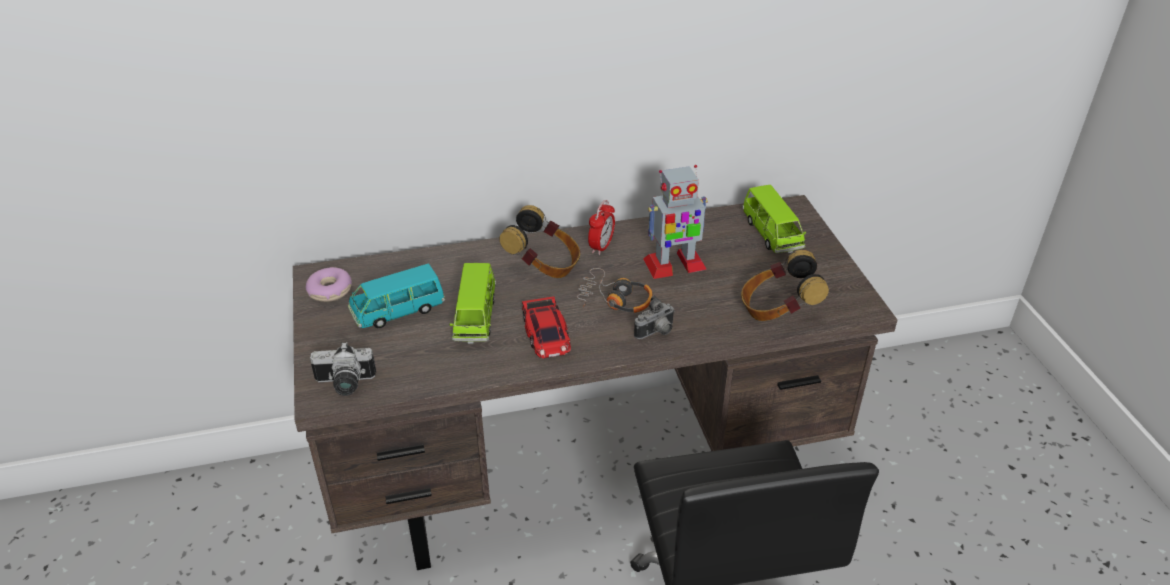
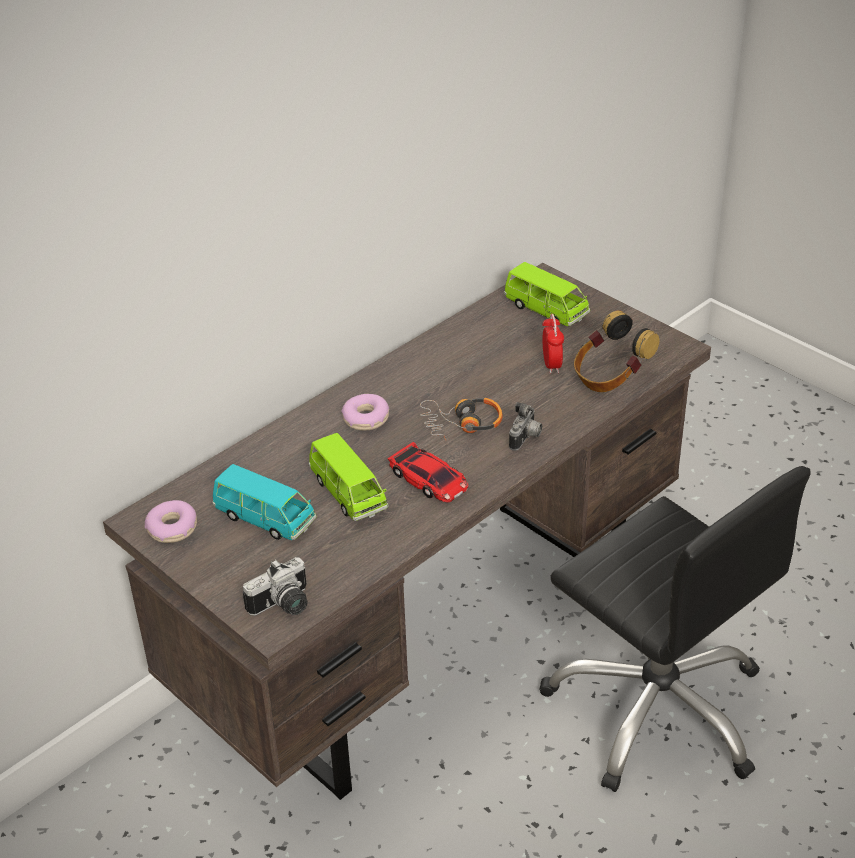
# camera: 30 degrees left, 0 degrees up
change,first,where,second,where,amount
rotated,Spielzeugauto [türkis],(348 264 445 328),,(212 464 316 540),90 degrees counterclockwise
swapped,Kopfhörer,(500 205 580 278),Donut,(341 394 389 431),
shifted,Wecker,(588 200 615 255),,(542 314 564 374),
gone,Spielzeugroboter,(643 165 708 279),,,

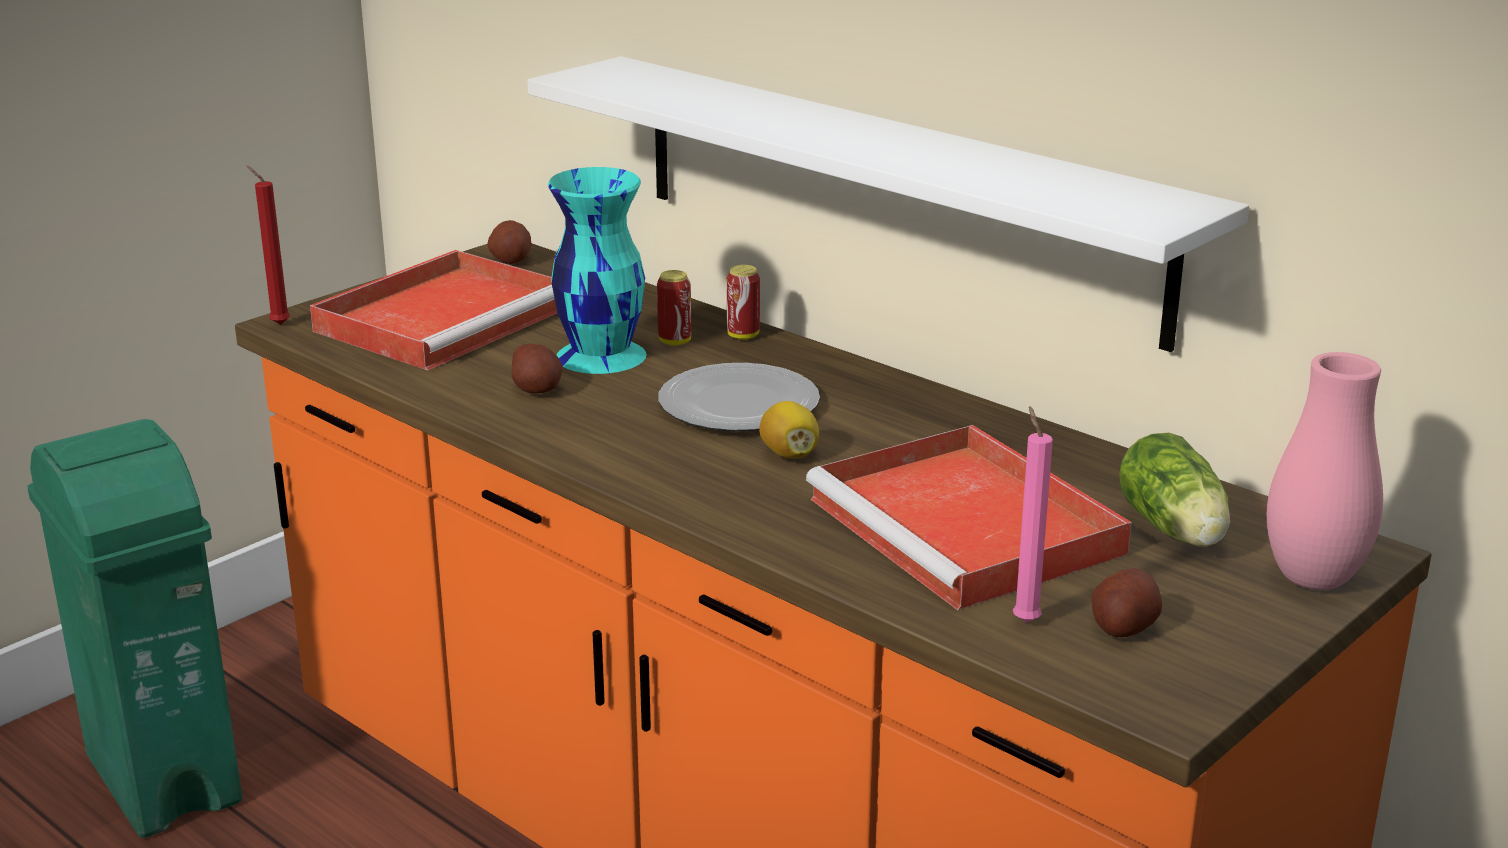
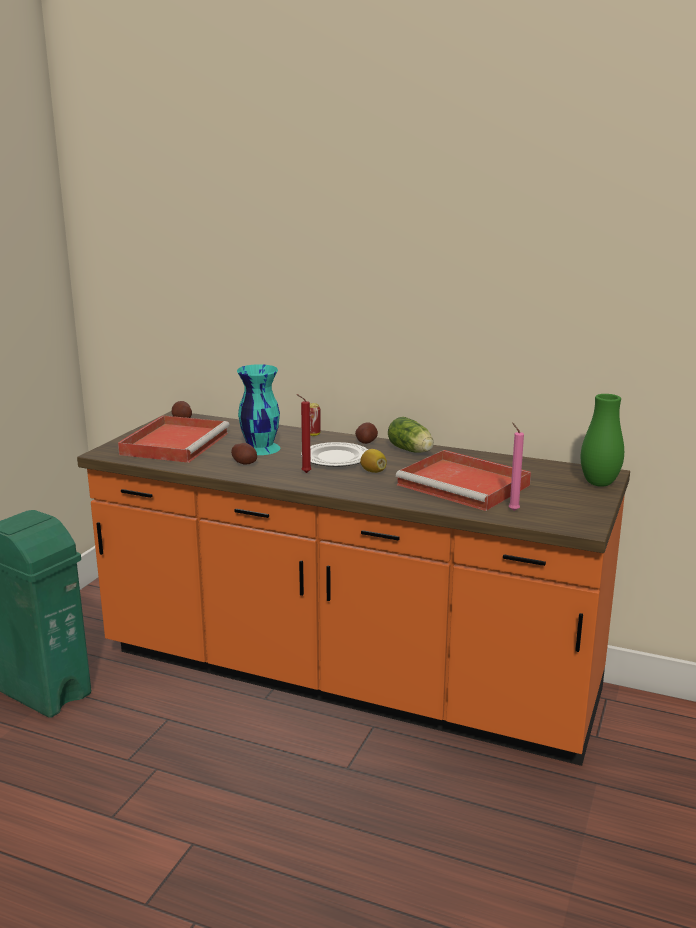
# camera: 20 degrees left, 5 degrees down
change,first,where,second,where,amount
shifted,Kerze [rot],(246 165 290 325),,(296 394 311 473),
gone,Wandregal [weiß],(527 56 1249 352),,,
gone,Dose,(657 270 691 345),,,
shifted,Kartoffel,(1092 568 1162 637),,(355 422 378 444),
shifted,Salatkopf,(1119 432 1230 547),,(388 417 434 453),
repainted,Vase [rosa],(1267 352 1383 590),Vase [grün],(581 394 624 487),

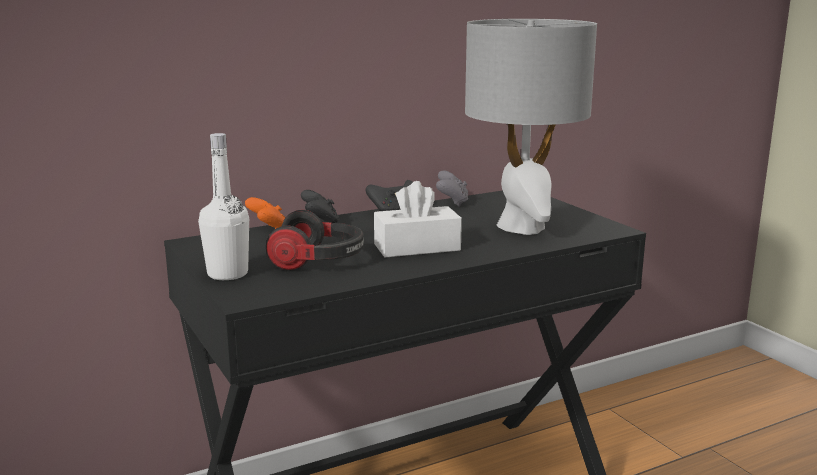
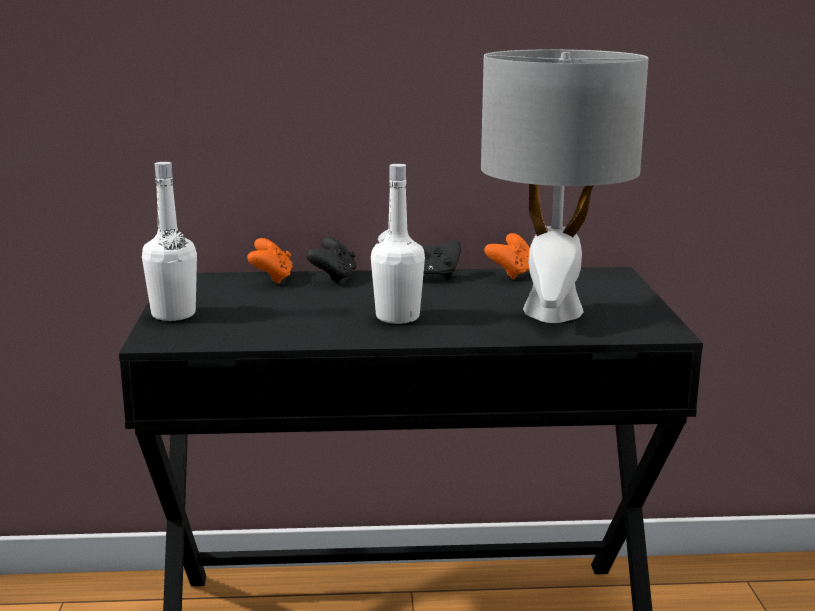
# camera: 25 degrees right, 0 degrees up
change,first,where,second,where,amount
gone,Kopfhörer,(266 210 364 271),,,
swapped,Taschentuchbox [weiß],(374 181 462 257),Flasche [weiß],(371 164 425 324),
repainted,Gamepad [grau],(436 170 468 207),Gamepad [orange],(484 233 530 279),

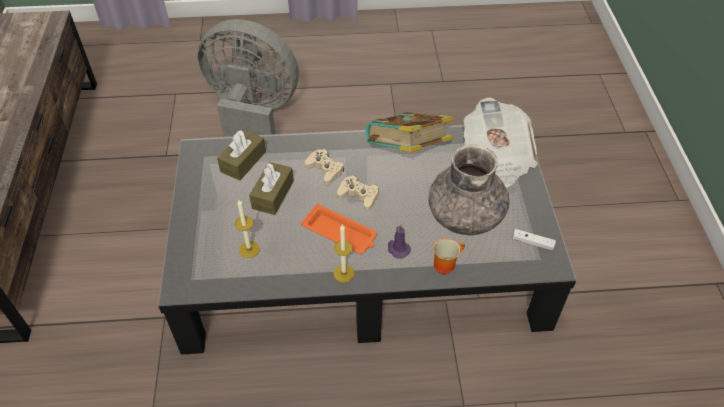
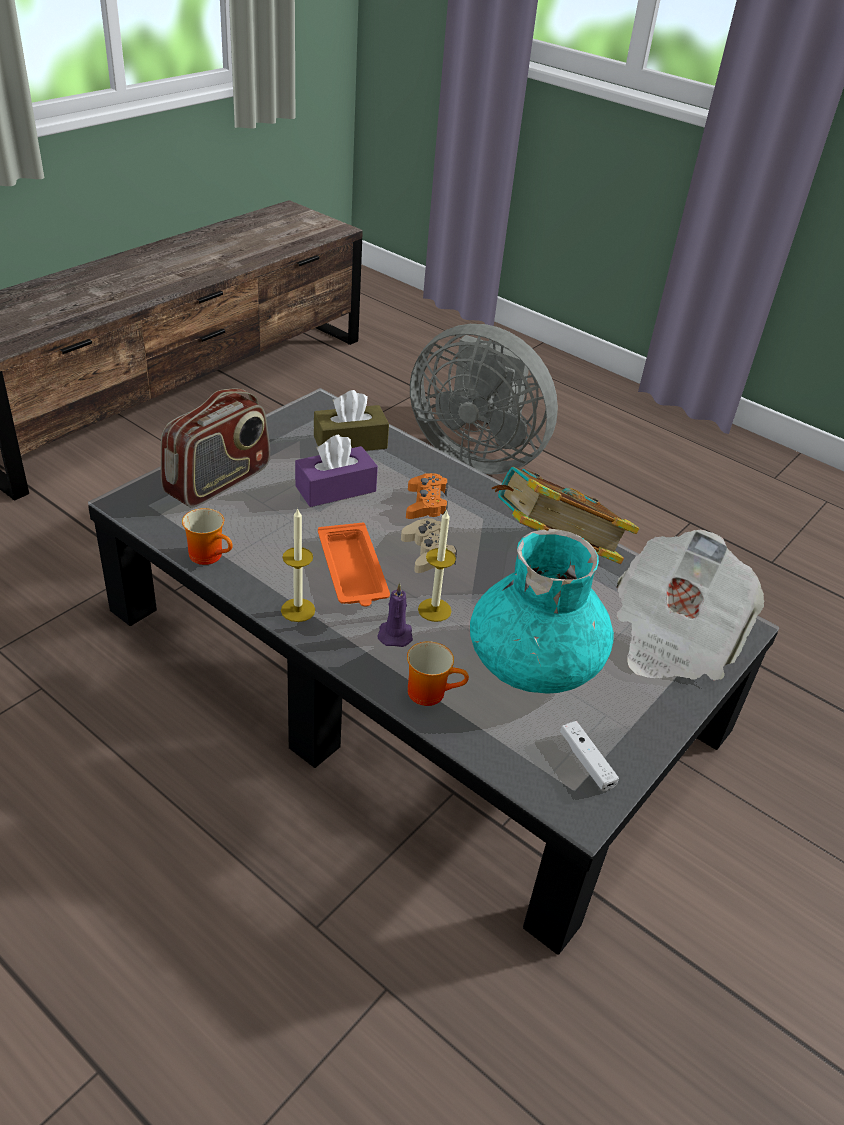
# camera: 40 degrees right, 10 degrees down
change,first,where,second,where,amount
rotated,Ventilator [grau],(198 19 299 137),,(410 324 558 474),150 degrees clockwise
shifted,Kerze,(235 200 260 258),,(418 509 456 622),
repainted,Taschentuchbox [braun],(249 162 294 215),Taschentuchbox [lila],(295 434 378 507),
repainted,Gamepad [beige],(305 149 344 185),Gamepad [orange],(406 473 448 519),
repainted,Vase [grau],(428 144 509 235),Vase [türkis],(470 528 614 694),
new,,,Radio,(161 389 270 508),
new,,,Henkelbecher,(182 508 233 565),

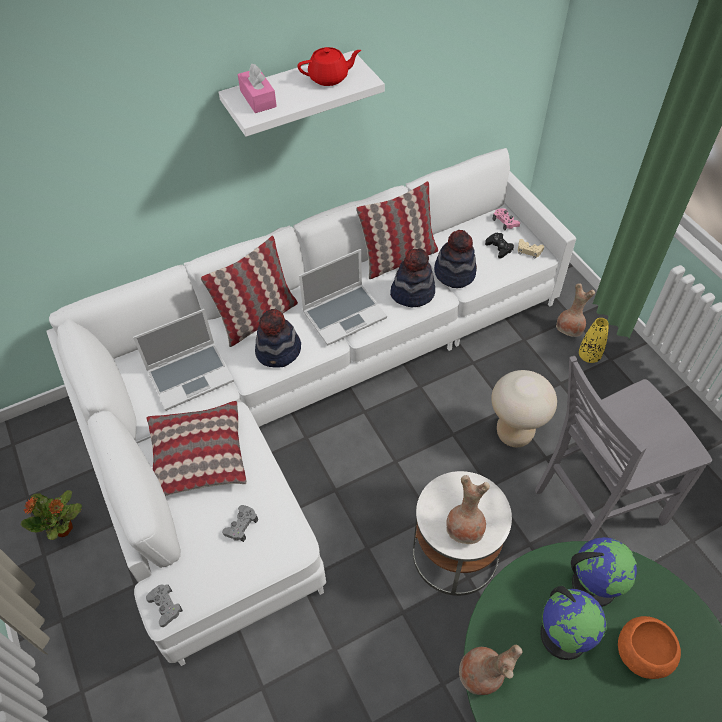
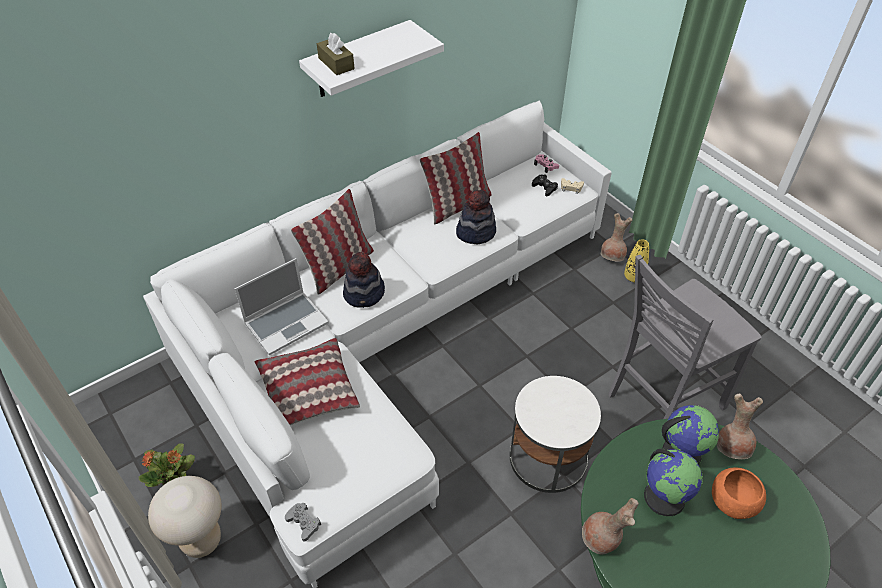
# camera: 10 degrees left, 5 degrees down
change,first,where,second,where,amount
gone,Gamepad [grau],(222 505 258 542),,,
repainted,Taschentuchbox [rosa],(237 64 277 113),Taschentuchbox [braun],(317 33 355 75),
gone,Teekanne [rot],(298 47 361 86),,,
gone,Laptop,(299 249 387 346),,,
gone,Hut,(434 230 477 288),,,
shifted,Vase [braun],(446 475 490 544),,(717 394 763 459),
shifted,Hocker [beige],(492 370 557 447),,(148 476 222 558),

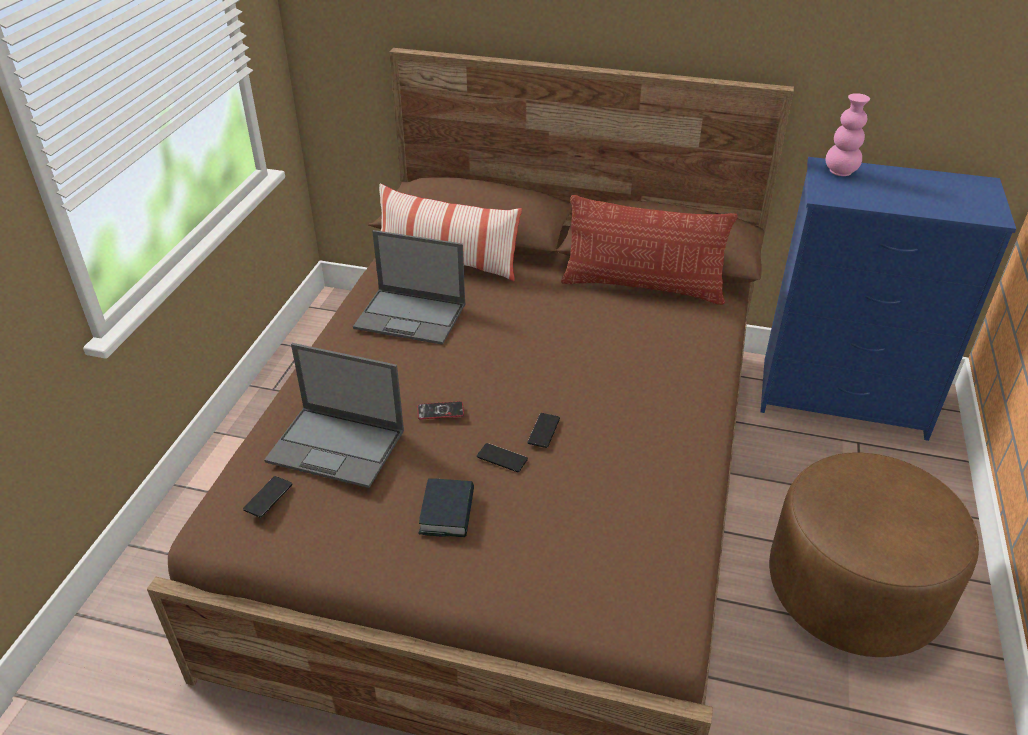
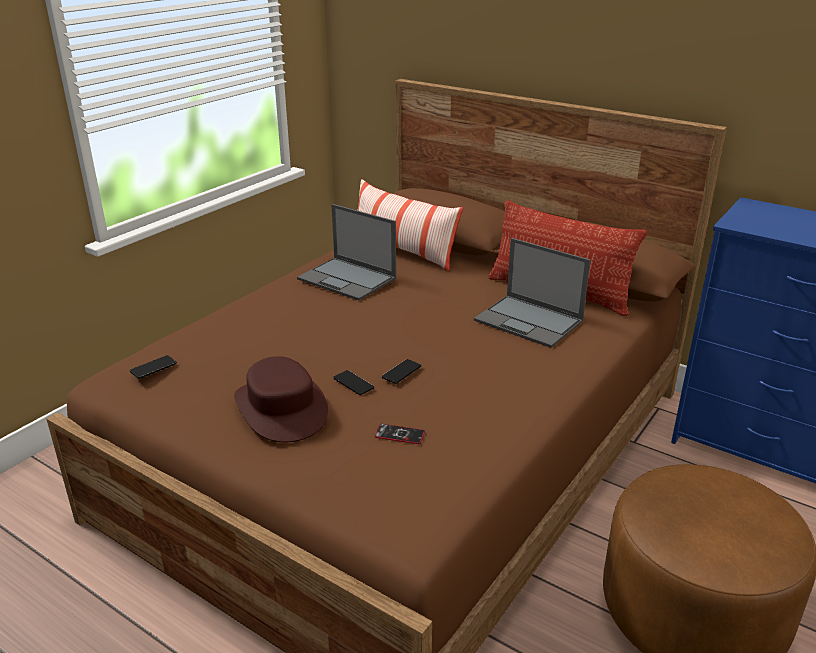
# camera: 20 degrees right, 10 degrees down
change,first,where,second,where,amount
shifted,Laptop,(264 343 404 488),,(474 238 591 348),
shifted,Handy,(417 401 464 419),,(375 424 425 444),
swapped,Buch,(419 478 474 537),Hut [braun],(234 356 328 442),
gone,Vase [rosa],(826 93 870 176),,,

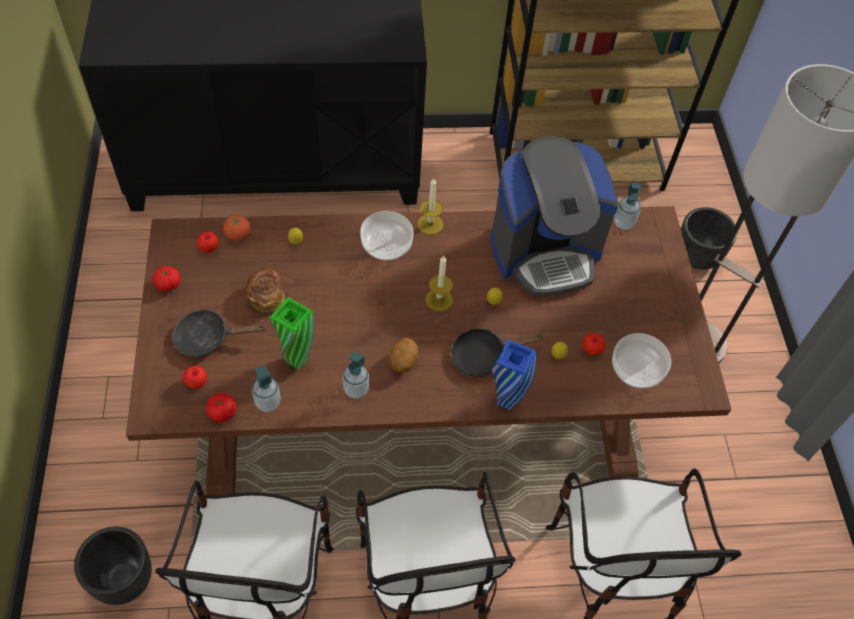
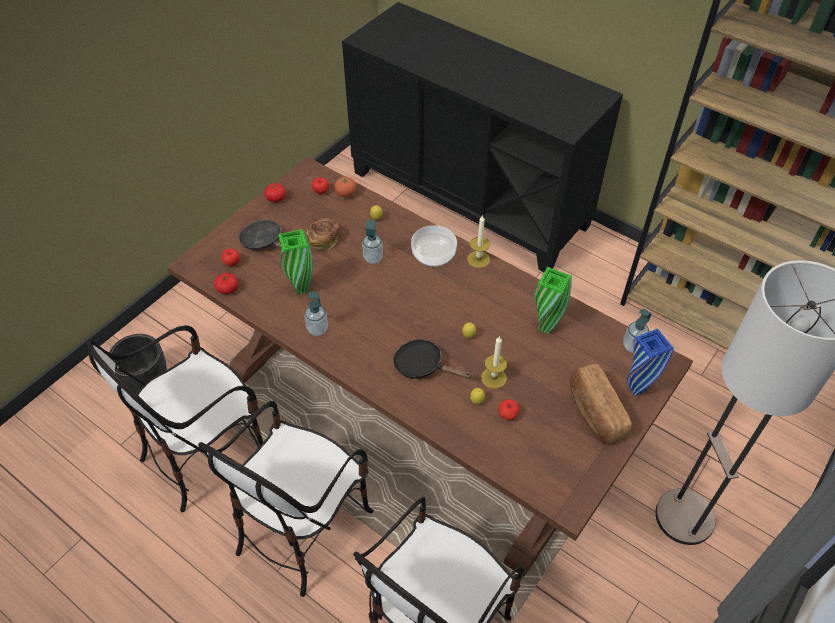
# camera: 45 degrees right, 5 degrees down
change,first,where,second,where,amount
shifted,Seifenspender,(252 365 281 412),,(362 220 383 264),
gone,Kartoffel,(390 337 419 373),,,
shifted,Kerze,(426 256 453 311),,(481 336 507 389),
swapped,Kaffeemaschine,(490 136 619 296),Vase [grün],(534 267 572 334),
shifted,Vase [blau],(491 340 537 410),,(627 328 674 396),
gone,Schüssel,(612 333 671 389),,,
gone,Pflanzkübel [schwarz],(681 207 737 270),,,
new,,,Brot,(570 364 632 444),

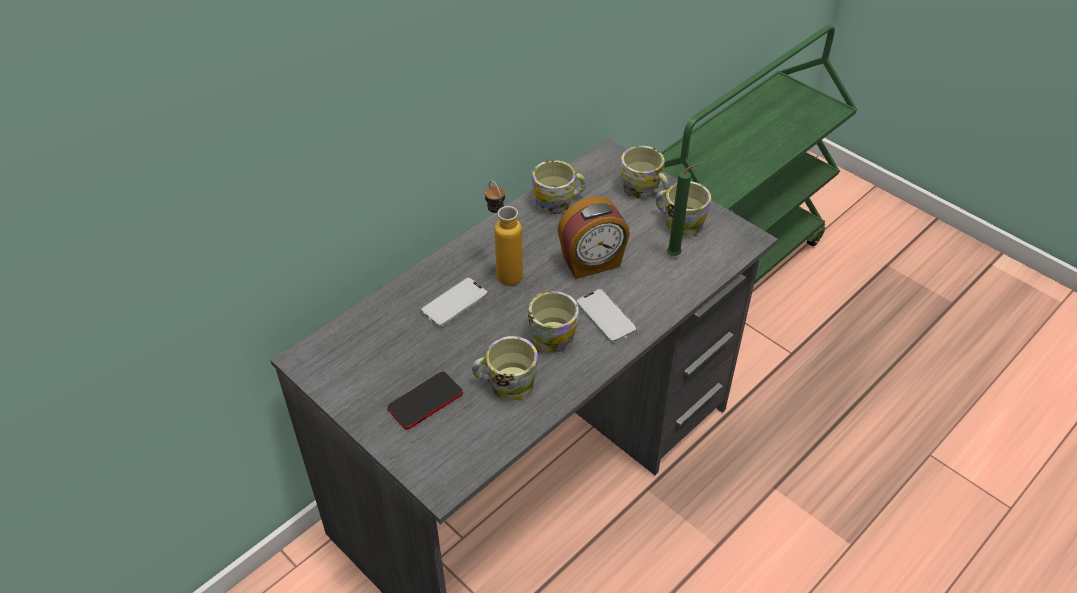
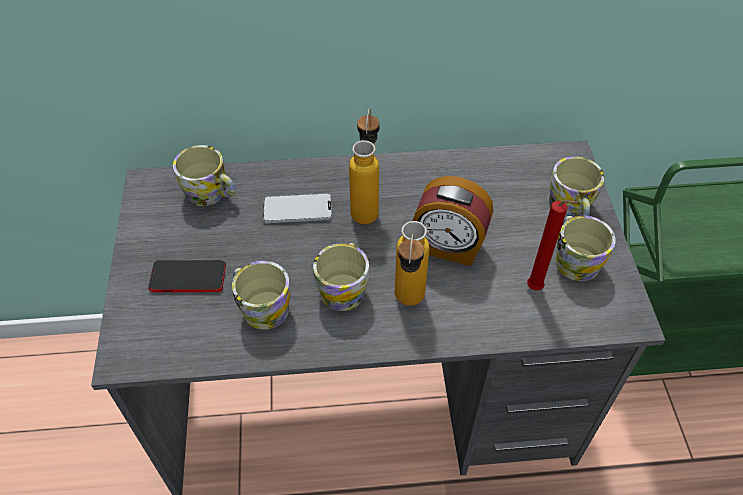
# camera: 40 degrees right, 5 degrees up
change,first,where,second,where,amount
shifted,Henkelbecher,(532 160 586 214),,(173 145 236 206),
swapped,Handy,(576 289 638 343),Flasche,(395 221 430 306),
repainted,Kerze [grün],(667 164 699 256),Kerze [rot],(527 200 578 291),

